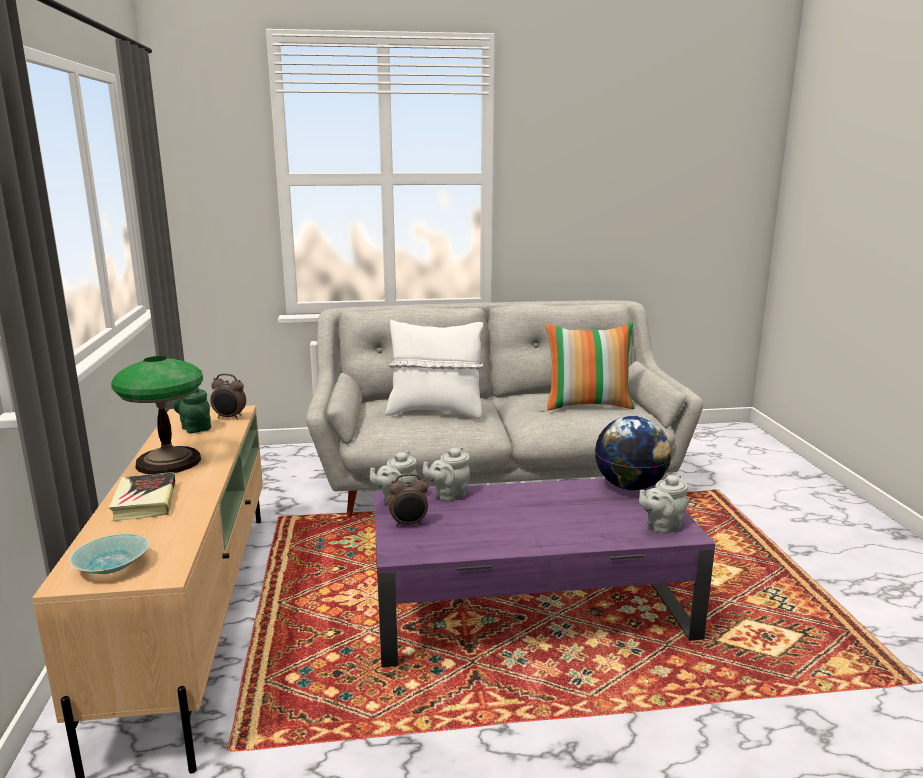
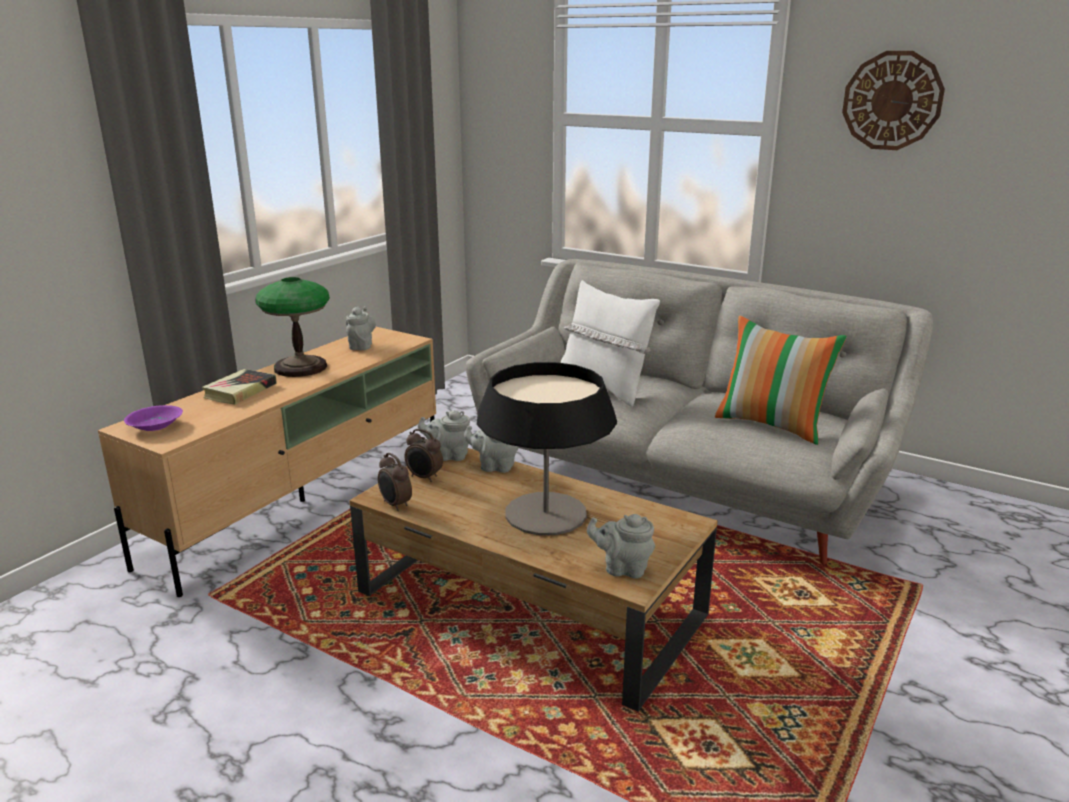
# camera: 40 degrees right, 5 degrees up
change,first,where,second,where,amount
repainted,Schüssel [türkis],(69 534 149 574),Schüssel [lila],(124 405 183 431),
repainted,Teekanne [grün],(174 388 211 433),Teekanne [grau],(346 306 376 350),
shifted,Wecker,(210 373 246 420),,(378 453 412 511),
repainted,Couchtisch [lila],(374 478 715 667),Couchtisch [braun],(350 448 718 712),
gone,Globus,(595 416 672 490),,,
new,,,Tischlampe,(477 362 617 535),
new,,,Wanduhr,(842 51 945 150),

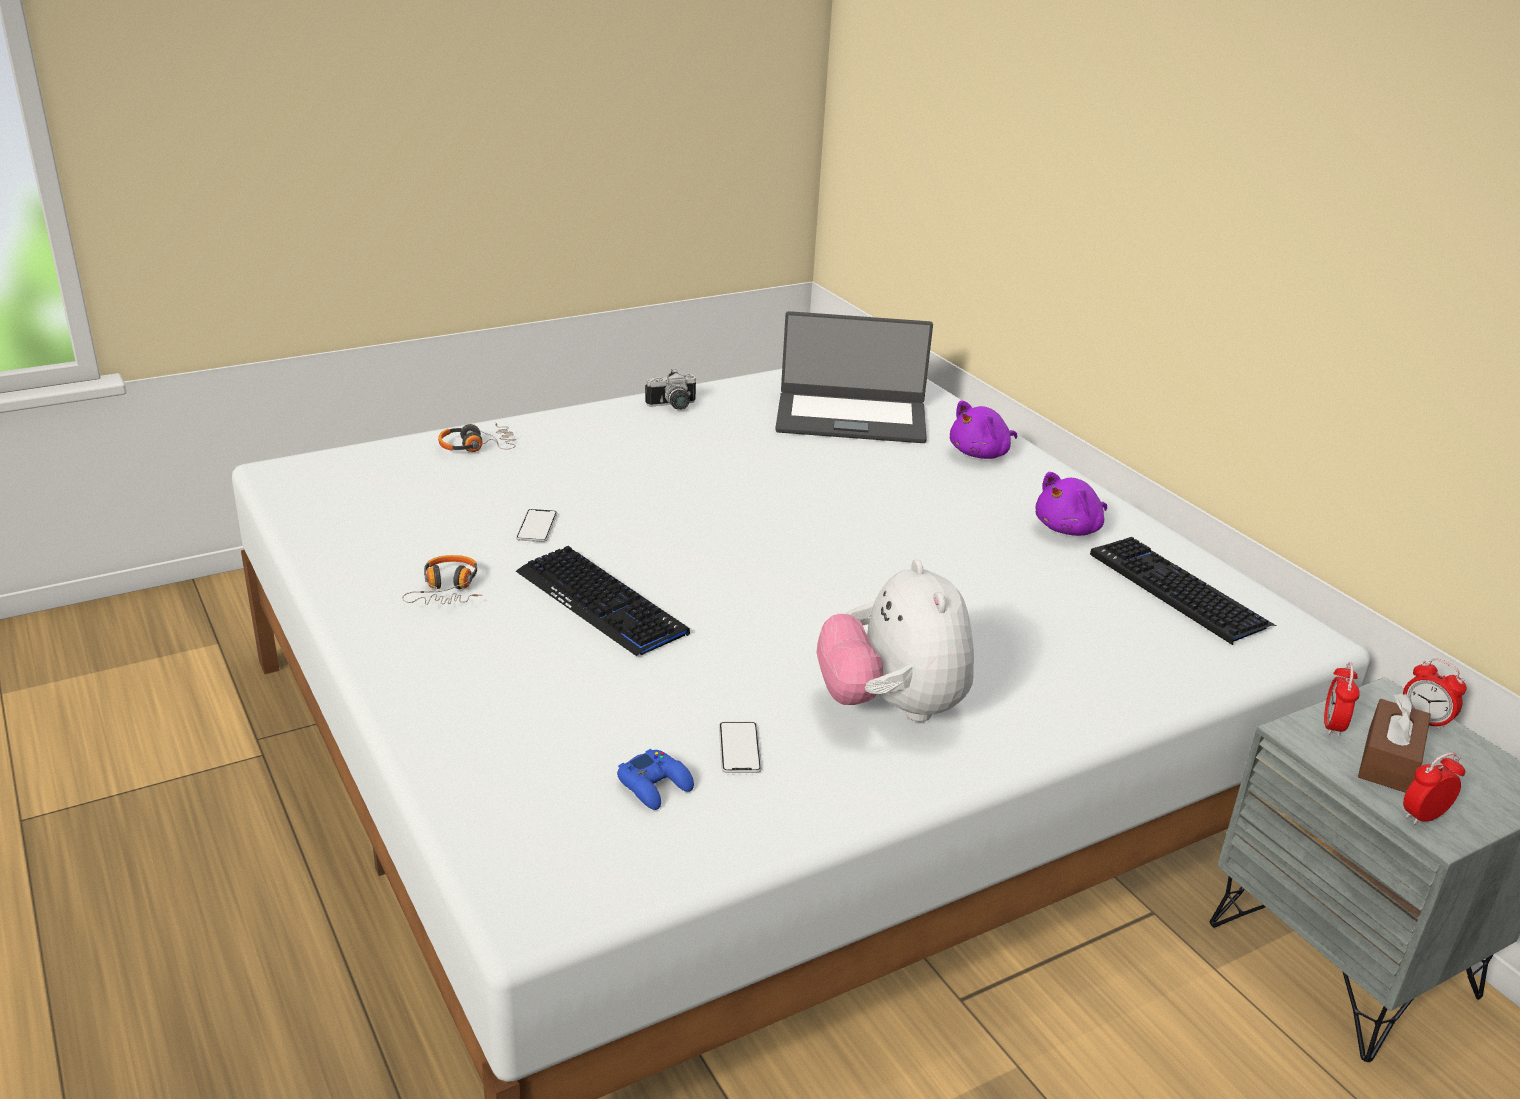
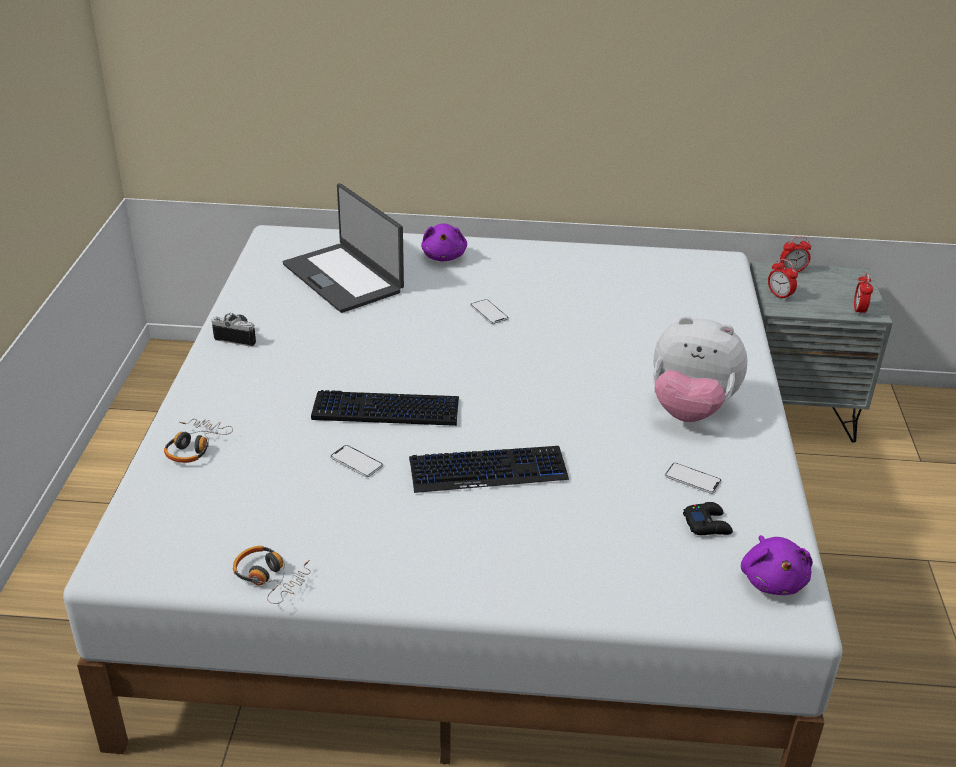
# camera: 55 degrees left, 5 degrees up
change,first,where,second,where,amount
shifted,Kopfhörer,(402 555 482 605),,(233 546 311 604),
repainted,Gamepad [blau],(617 749 694 810),Gamepad [schwarz],(683 502 733 535),
rotated,Kamera,(645 369 696 410),,(212 313 256 347),90 degrees counterclockwise
rotated,Laptop,(775 311 933 443),,(283 183 404 313),105 degrees clockwise
shifted,Plüschtier [lila],(1035 472 1107 536),,(741 535 813 595),
shifted,Tastatur,(1090 537 1277 645),,(311 390 459 426),
gone,Taschentuchbox [braun],(1358 694 1431 793),,,
new,,,Handy,(470 299 509 324),

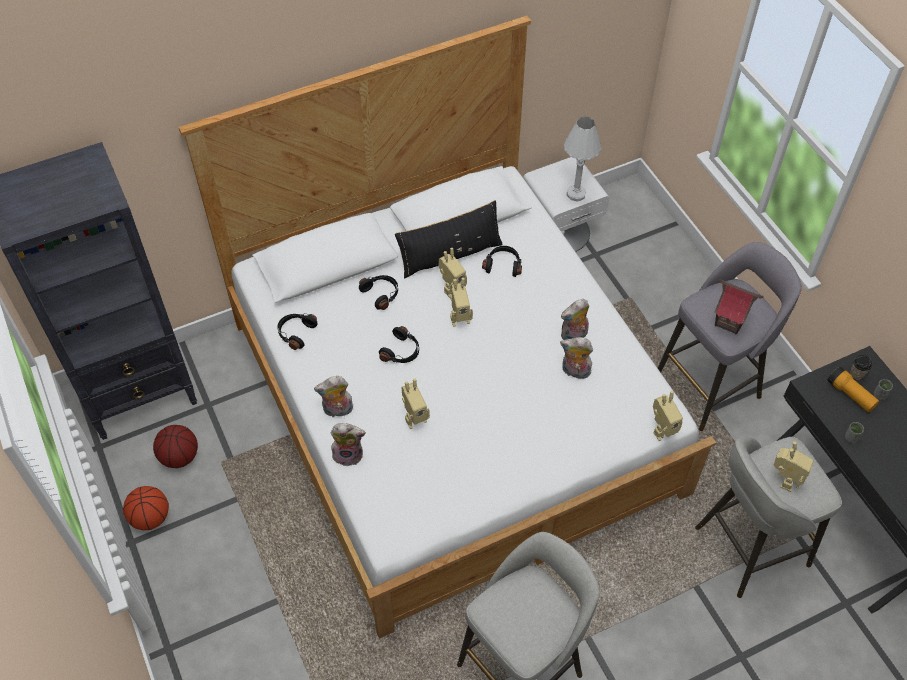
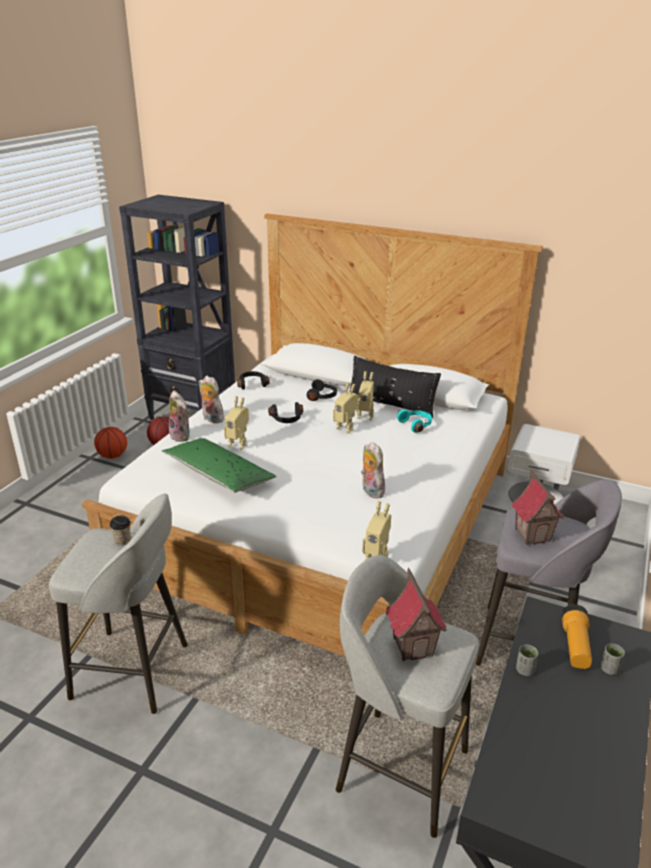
# camera: 50 degrees right, 25 degrees down
change,first,where,second,where,amount
repainted,Kopfhörer [schwarz],(482 246 522 277),Kopfhörer [türkis],(397 409 432 433),
gone,Plüschtier,(561 299 589 340),,,
gone,Tischlampe [weiß],(564 117 601 202),,,
swapped,Spielzeugroboter,(774 442 814 492),Spielzeughaus,(386 568 447 661),
shifted,Tasse,(850 355 872 380),,(109 515 131 546),
new,,,Kissen [grün],(162 438 277 493),

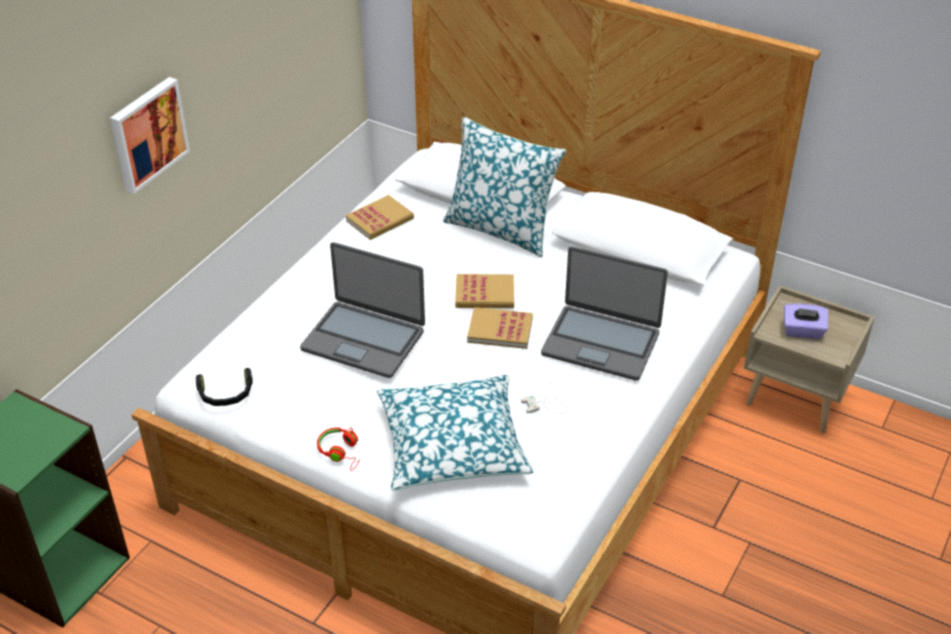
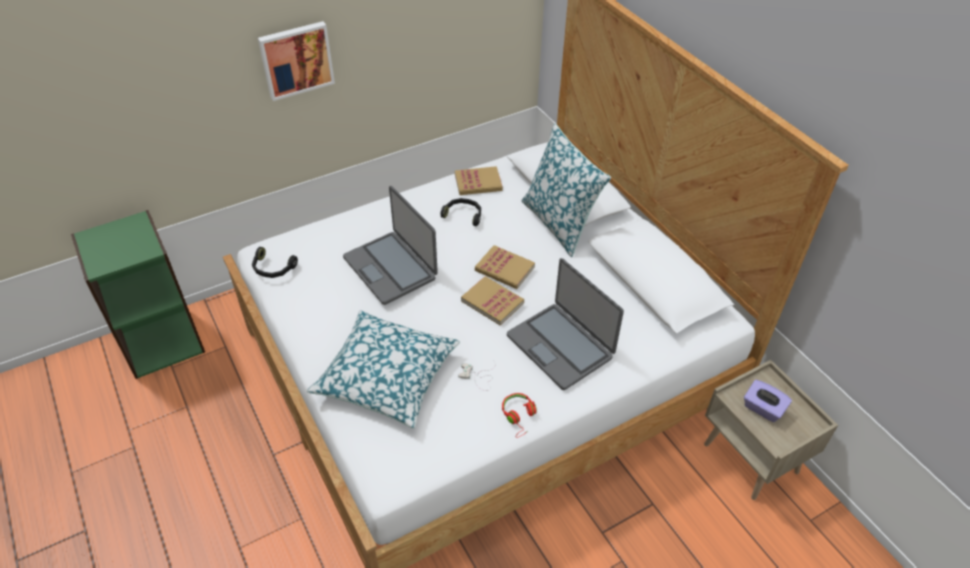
# camera: 30 degrees right, 5 degrees up
change,first,where,second,where,amount
shifted,Kopfhörer [rot],(317 427 360 471),,(502 393 537 438),
new,,,Kopfhörer [schwarz],(440 198 481 226),

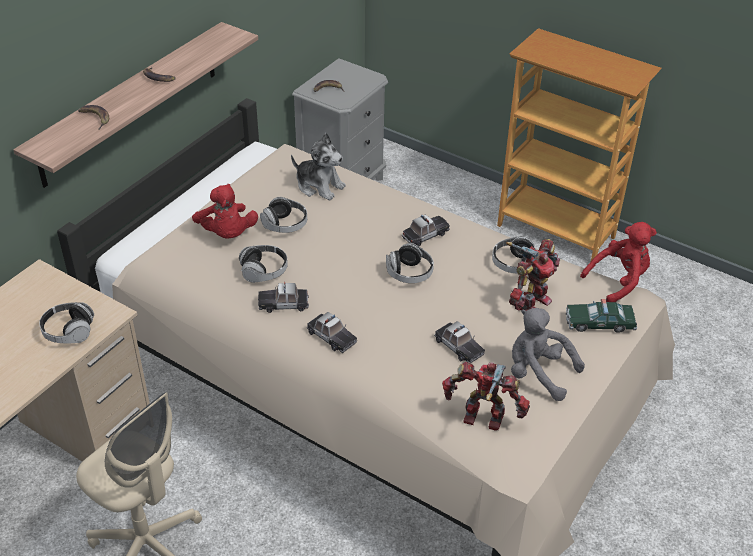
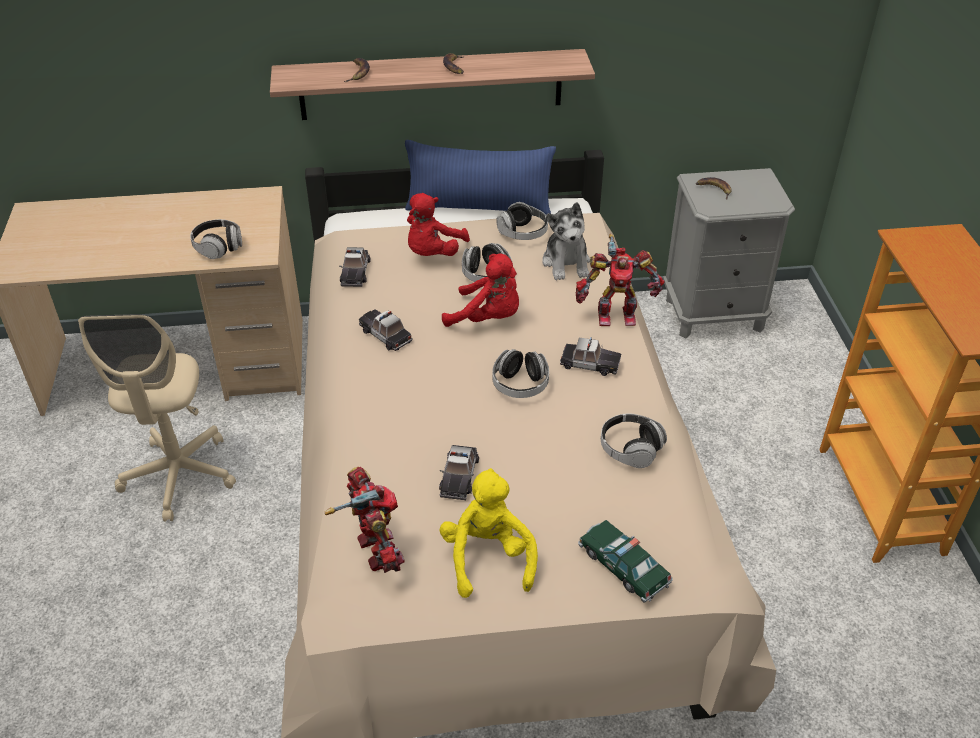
# camera: 50 degrees right, 0 degrees up
change,first,where,second,where,amount
shifted,Kopfhörer,(239 245 288 283),,(496 202 548 240),
shifted,Spielzeugauto,(307 312 357 353),,(339 247 371 287),
shifted,Spielzeugroboter,(506 239 560 311),,(576 234 665 326),
repainted,Plüschtier [grau],(511 308 585 401),Plüschtier [gelb],(440 468 538 598),
shifted,Plüschtier [rot],(580 222 657 302),,(442 254 519 327),
new,,,Kissen [blau],(405 140 556 214),

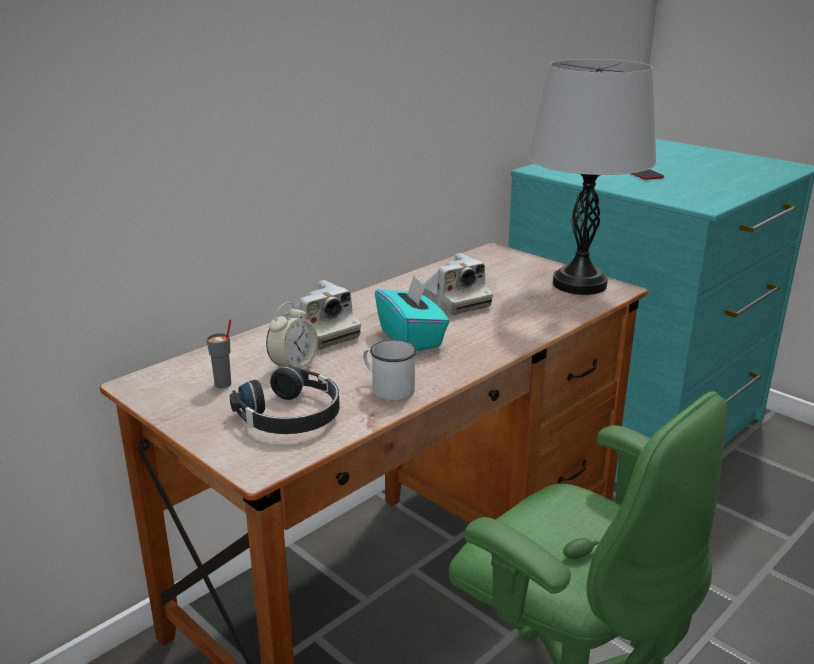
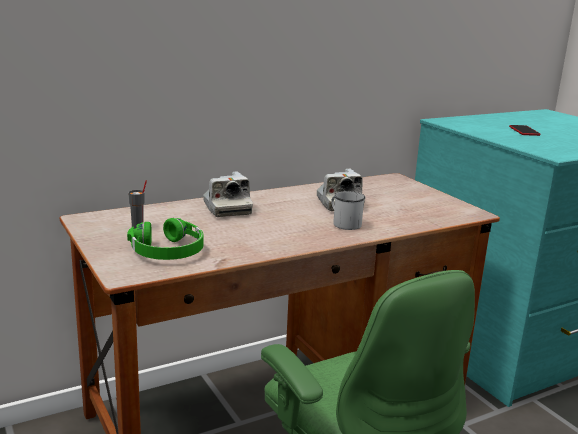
# camera: 15 degrees right, 5 degrees down
change,first,where,second,where,amount
repainted,Kopfhörer [schwarz],(229 366 340 434),Kopfhörer [grün],(127 218 204 260),
gone,Wecker,(266 302 318 368),,,
shifted,Henkelbecher [weiß],(363 340 417 401),,(331 191 365 230),
gone,Taschentuchbox [türkis],(375 276 449 351),,,
gone,Tischlampe [grau],(529 59 657 295),,,

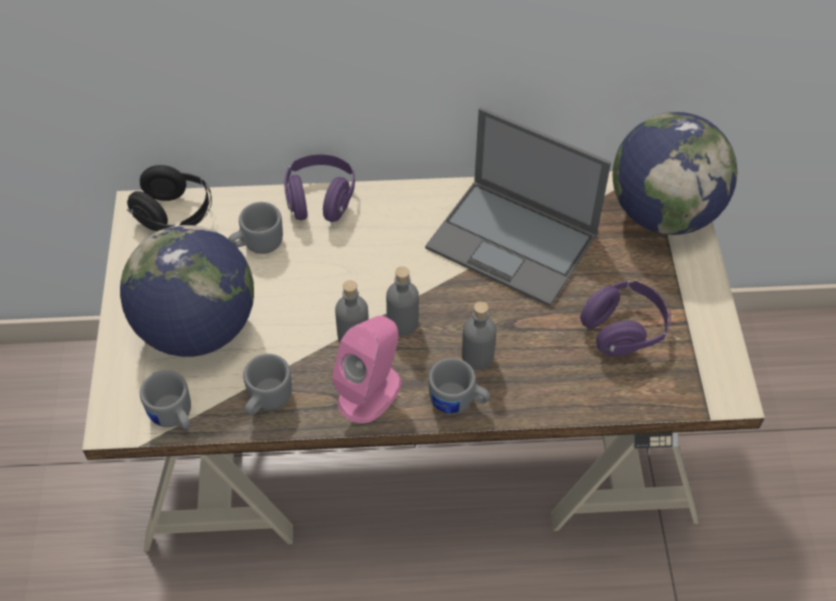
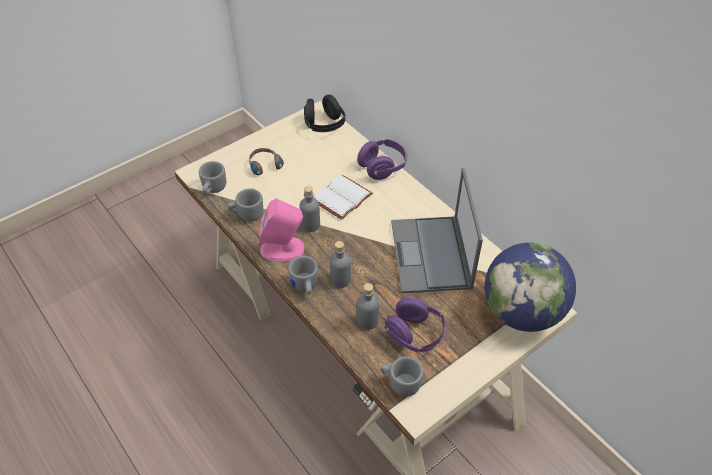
# camera: 55 degrees right, 5 degrees down
change,first,where,second,where,amount
swapped,Globus,(120 225 254 357),Kopfhörer,(248 148 284 182),
shifted,Henkelbecher [grau],(228 202 283 254),,(380 357 423 397),
shifted,Flasche [grau],(386 266 419 336),,(357 283 379 330),
new,,,Buch [weiß],(313 175 373 220),

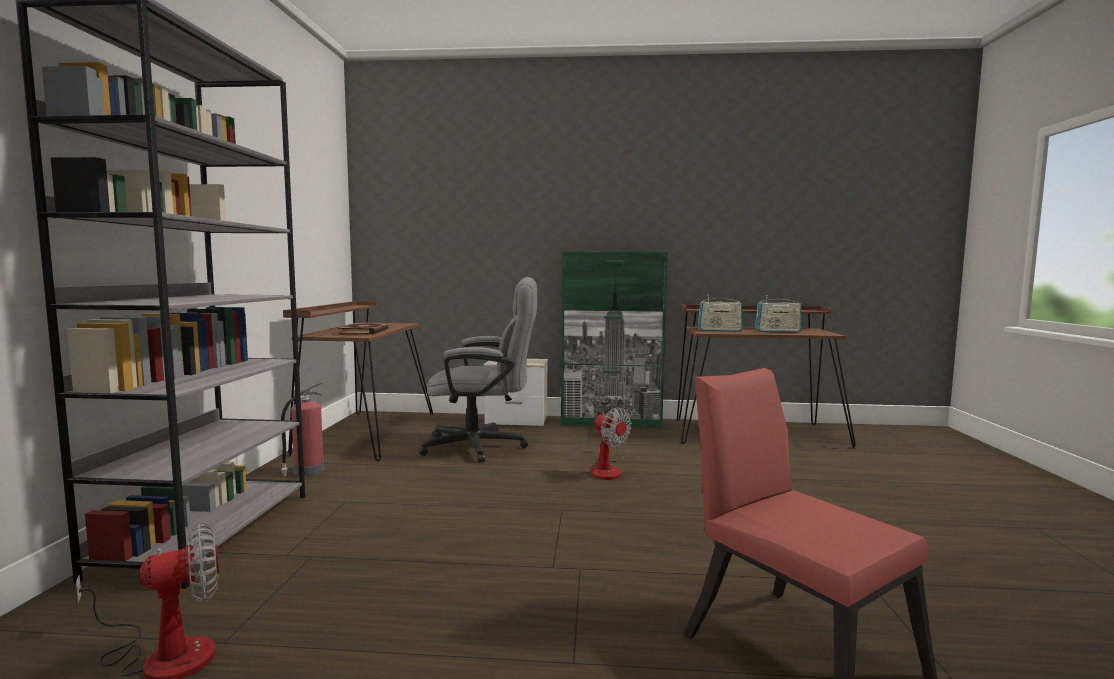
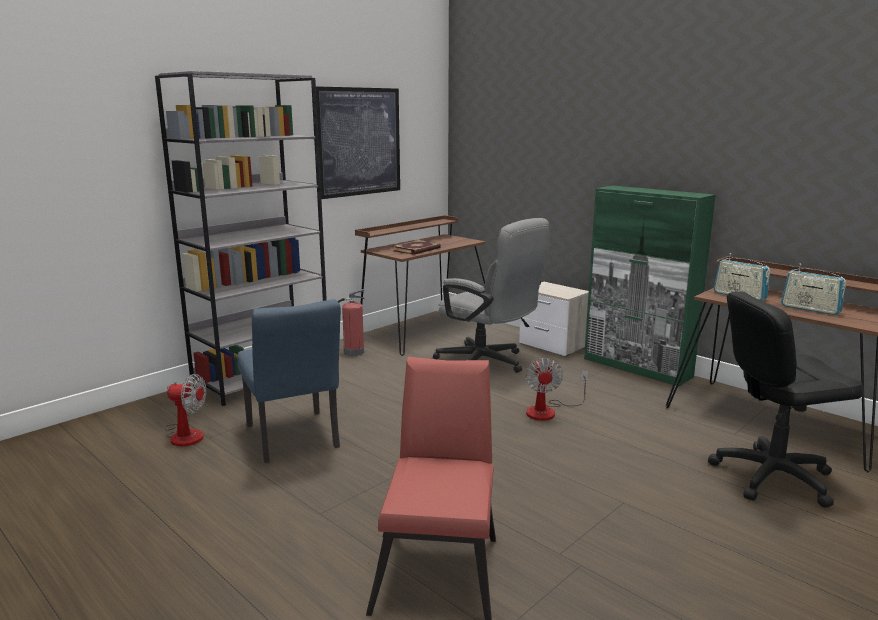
# camera: 40 degrees right, 10 degrees up
change,first,where,second,where,amount
new,,,Stuhl [blau],(238 299 341 463),
new,,,Bild,(316 86 400 199),
new,,,Bürostuhl [schwarz],(708 291 863 508),

